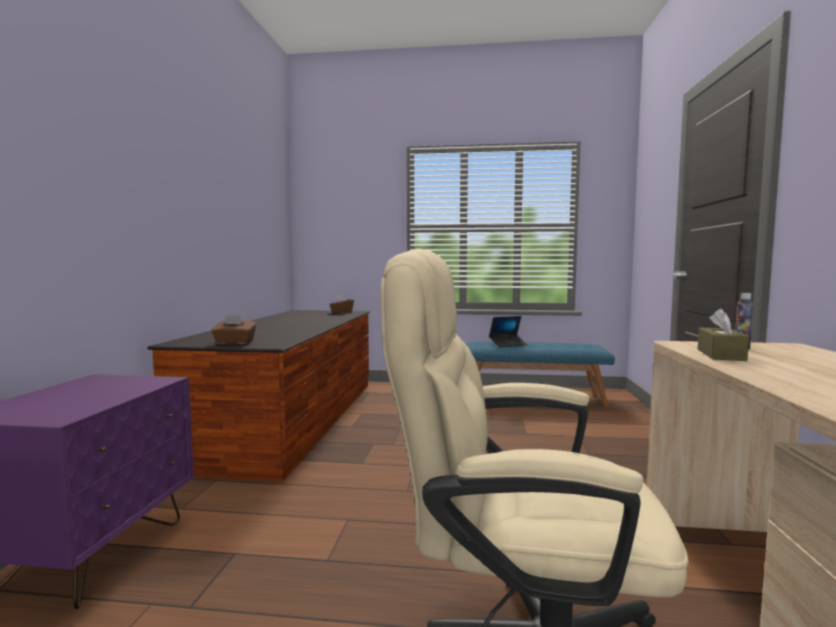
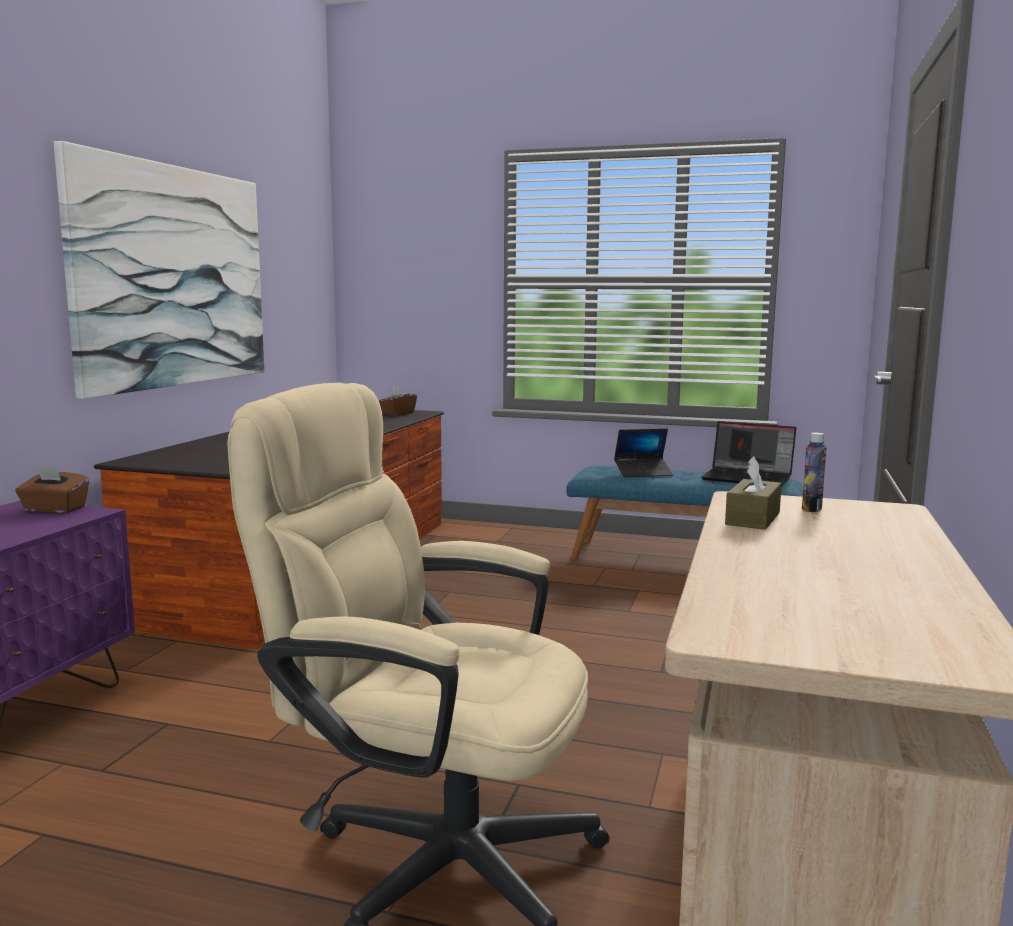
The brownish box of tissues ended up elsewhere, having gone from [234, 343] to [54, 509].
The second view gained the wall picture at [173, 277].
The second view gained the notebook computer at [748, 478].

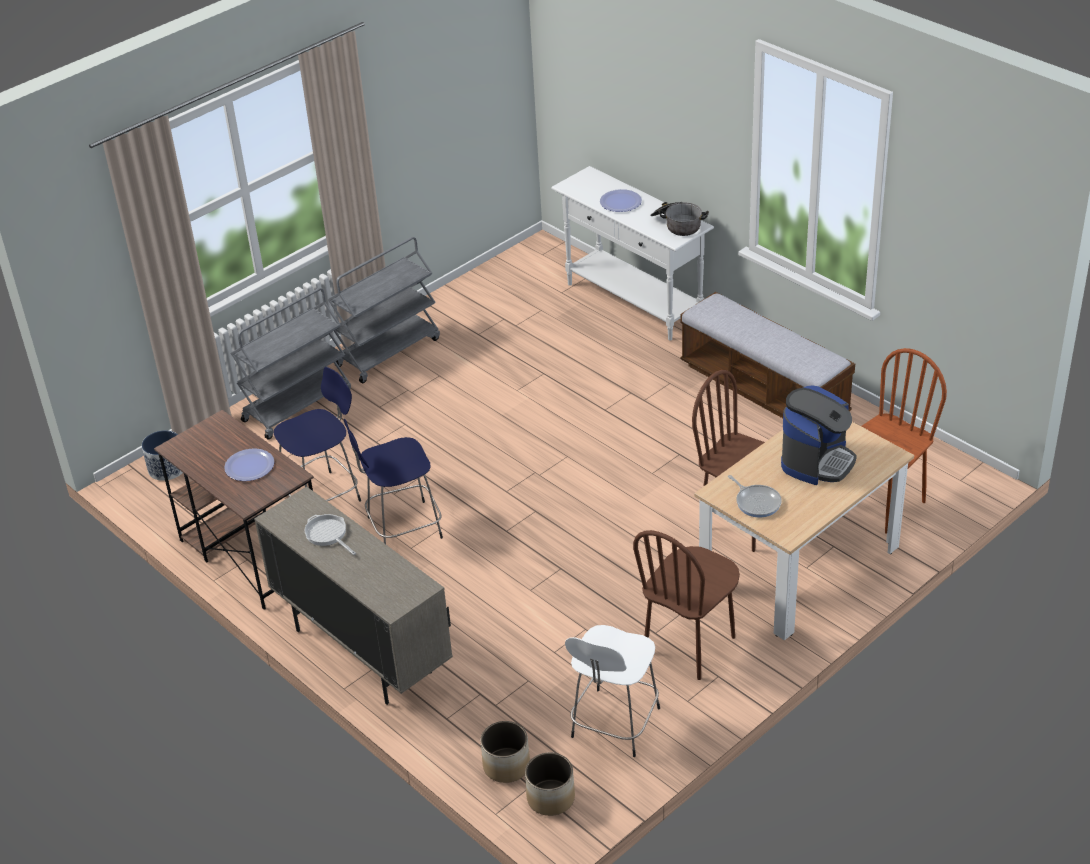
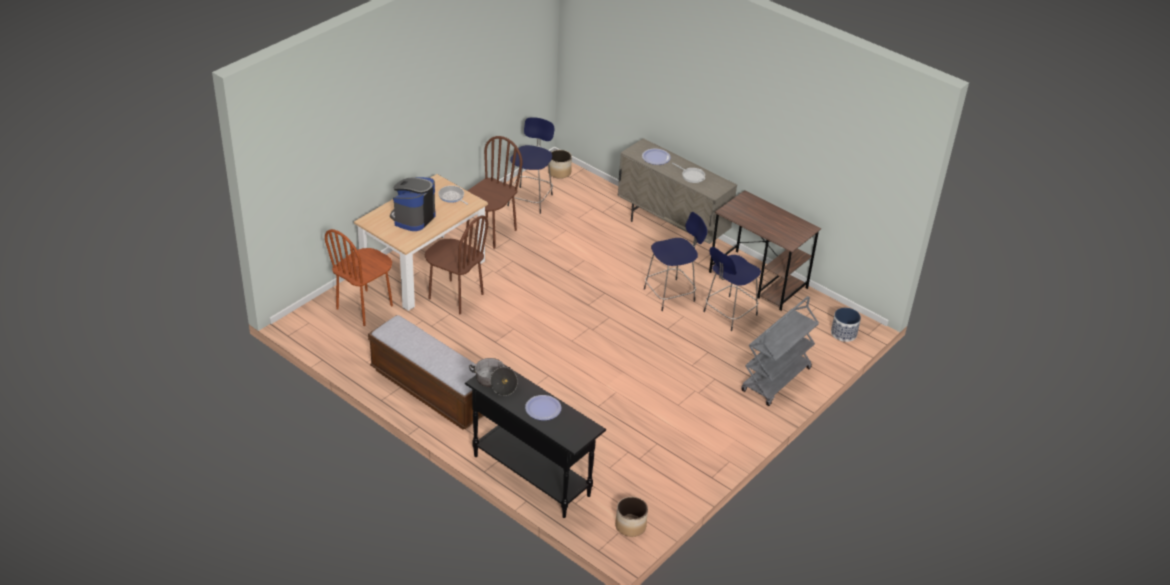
The flat dish ended up elsewhere, having gone from [249, 466] to [656, 157].
The second view lost the greyish cart at [388, 351].
The plant pot ended up elsewhere, having gone from [506, 766] to [630, 525].
What was the white-coloured console table at [633, 302] turned into the black console table at [531, 475].
What was the white-coloured stool seat at [614, 725] turned into the blue stool seat at [530, 199].

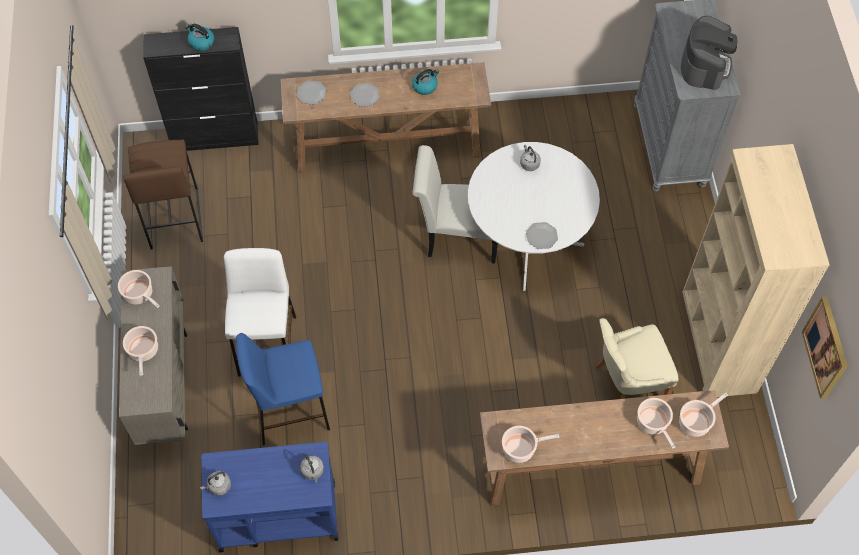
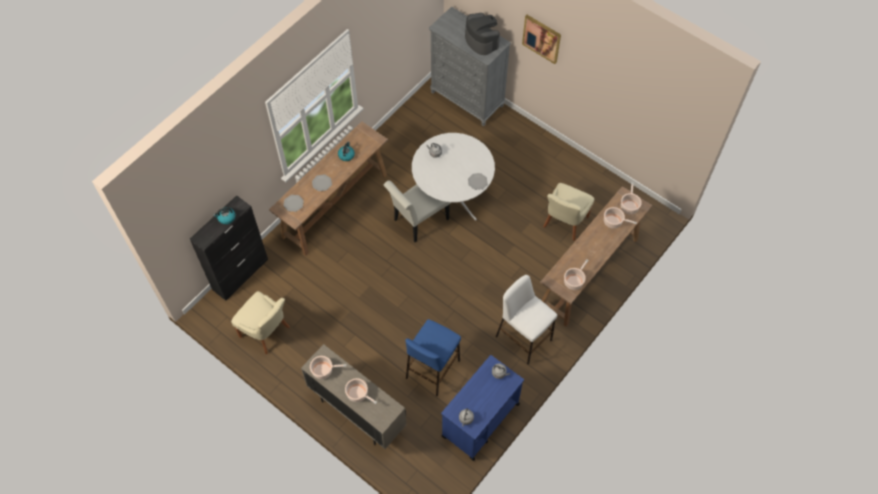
Where the brownish stool seat stood at [173, 218], the sand-coloured upright chair came to stand at [266, 332].
The white-coloured stool seat ended up elsewhere, having gone from [267, 345] to [523, 338].
The second view lost the sand-coloured shelving unit at [717, 342].
The wall picture ended up elsewhere, having gone from [826, 348] to [542, 38].

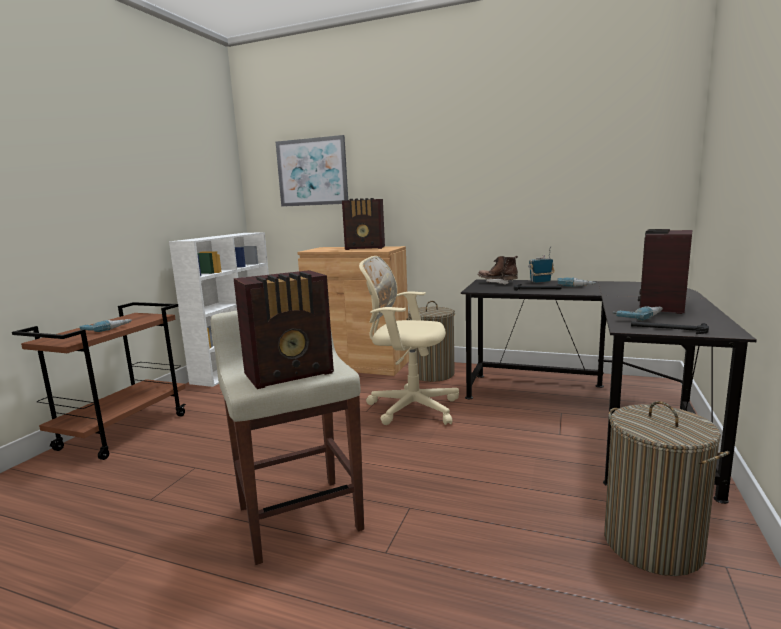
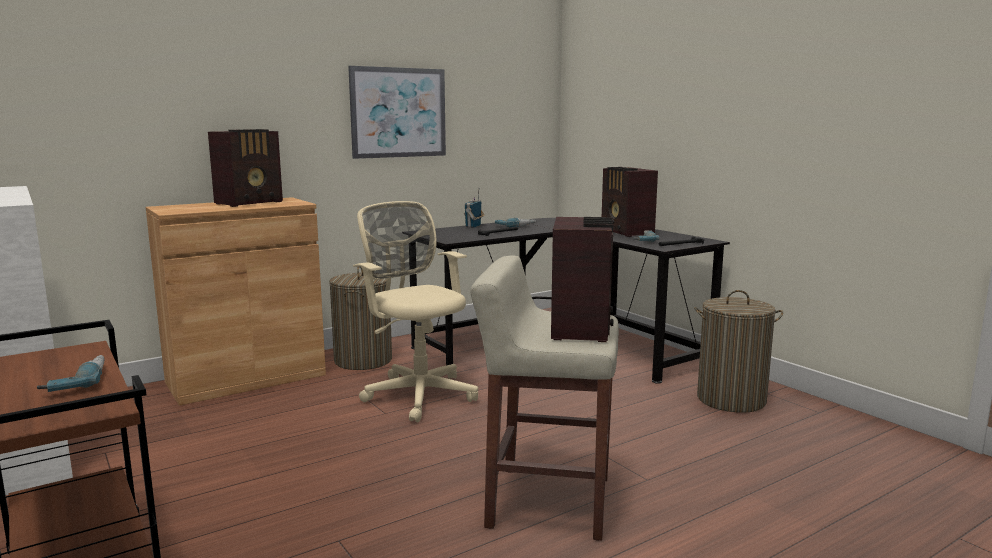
The wall picture ended up elsewhere, having gone from [312, 172] to [398, 112].
The sand-coloured computer chair at [409, 407] ended up facing another way, 90 degrees clockwise from before.
The second view lost the brownish tall boot at [497, 282].

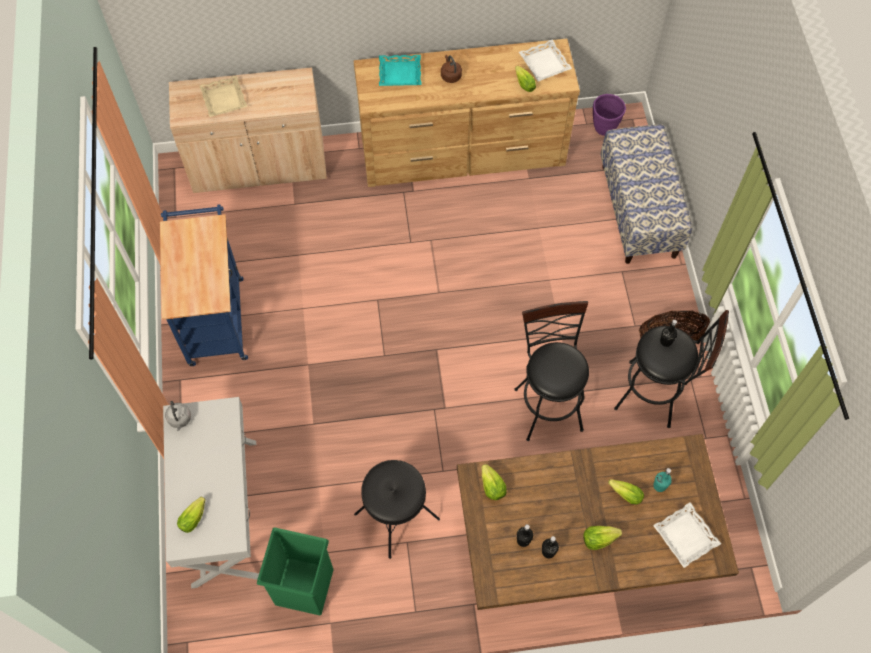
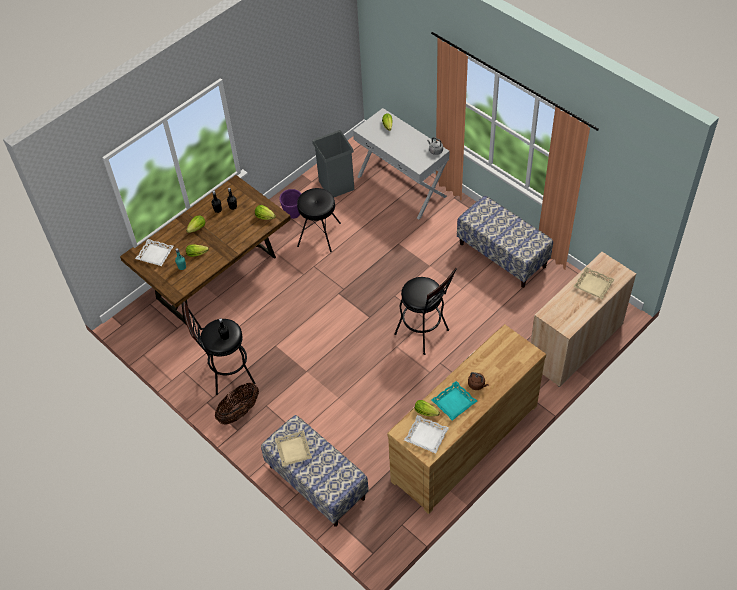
Where the blue cart stood at [215, 315], the bench came to stand at [502, 255].
What was the green-coloured waste bin at [303, 586] turned into the greyish waste bin at [336, 185].
The blue-green tray ended up elsewhere, having gone from [400, 74] to [453, 402].
The black stool seat ended up elsewhere, having gone from [546, 403] to [425, 334].
The purple-coloured plant pot ended up elsewhere, having gone from [604, 128] to [293, 214].
The second view gained the sand-coloured tray at [293, 450].

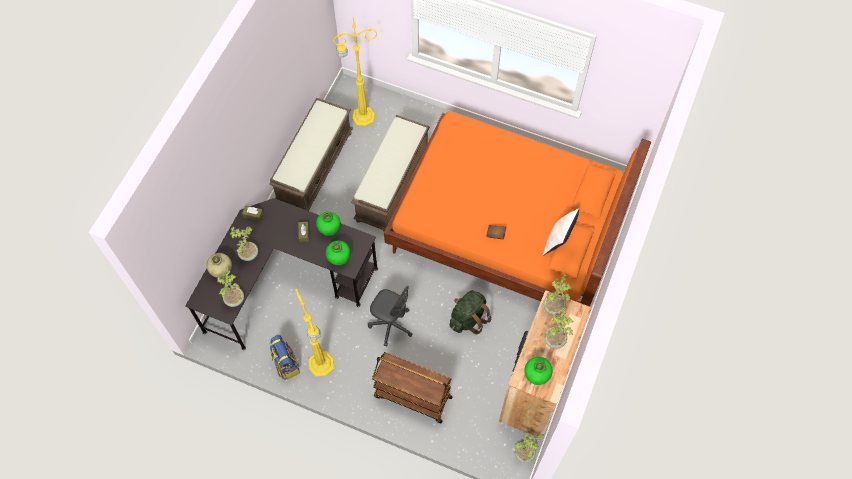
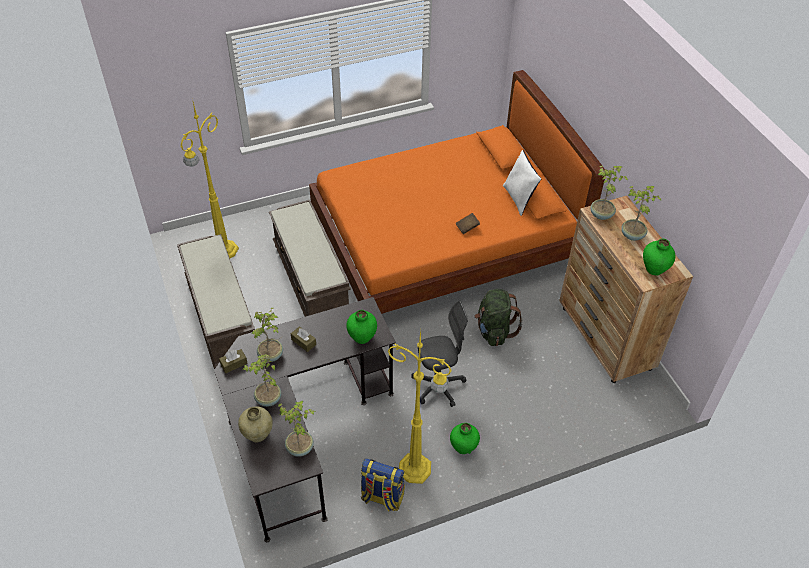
The green-coloured flower vase ended up elsewhere, having gone from [329, 230] to [463, 447].
The second view lost the brownish cart at [412, 397].
The houseplant ended up elsewhere, having gone from [525, 454] to [271, 355].

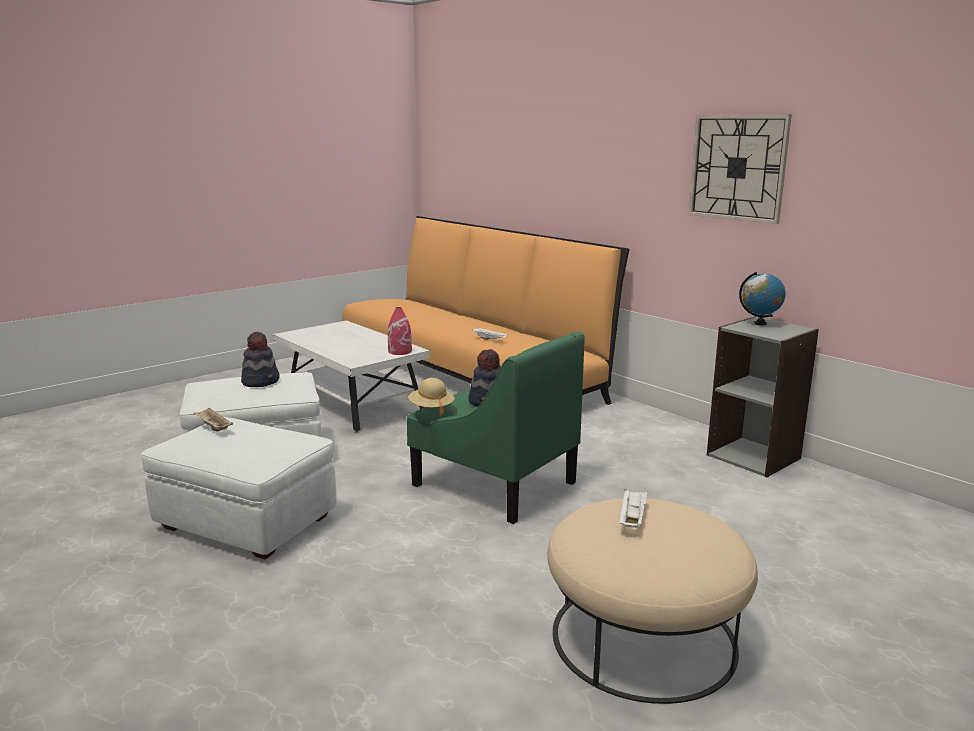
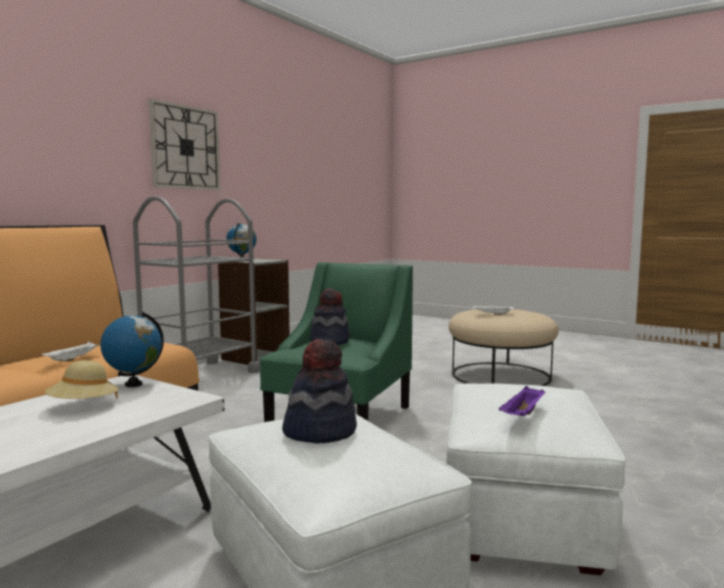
What was the sand-coloured tray at [213, 427] turned into the purple-coloured tray at [523, 415].
Where the reddish flower vase stood at [400, 351], the desk globe came to stand at [133, 384].
The sand-coloured clothing hat ended up elsewhere, having gone from [431, 408] to [83, 406].
The second view gained the greyish cart at [200, 377].

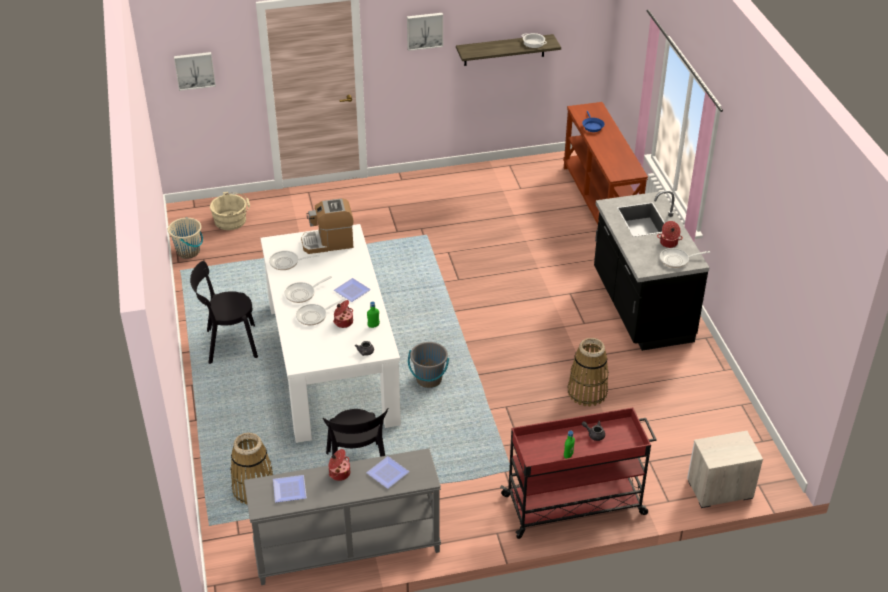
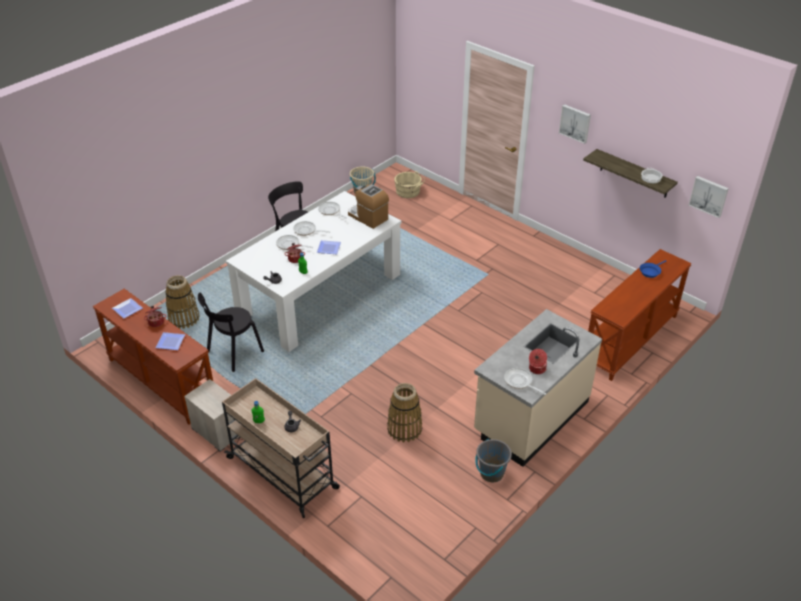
The wall picture ended up elsewhere, having gone from [194, 70] to [709, 196].
What was the greyish console table at [347, 550] turned into the brownish console table at [161, 382].
The greyish water bucket ended up elsewhere, having gone from [429, 379] to [491, 473].
What was the reddish cart at [575, 504] turned into the sand-coloured cart at [283, 473].
What was the black kitchen base unit at [640, 307] turned into the sand-coloured kitchen base unit at [530, 417].
The night table ended up elsewhere, having gone from [718, 489] to [217, 430].

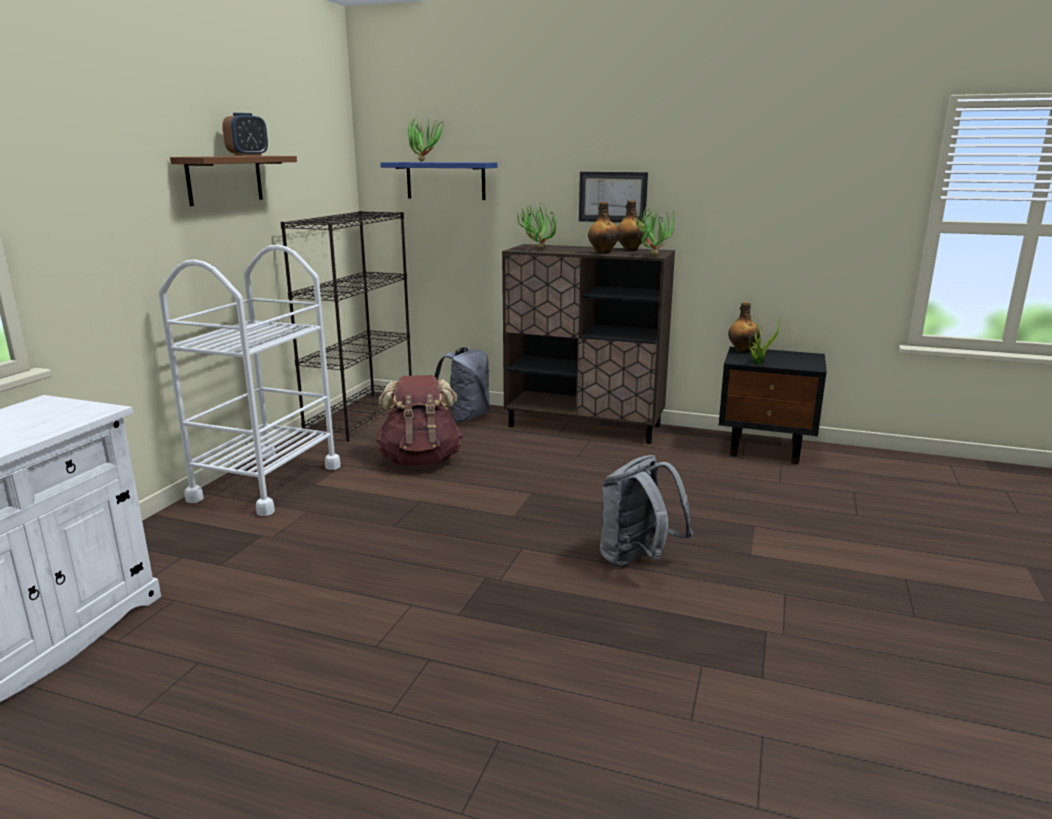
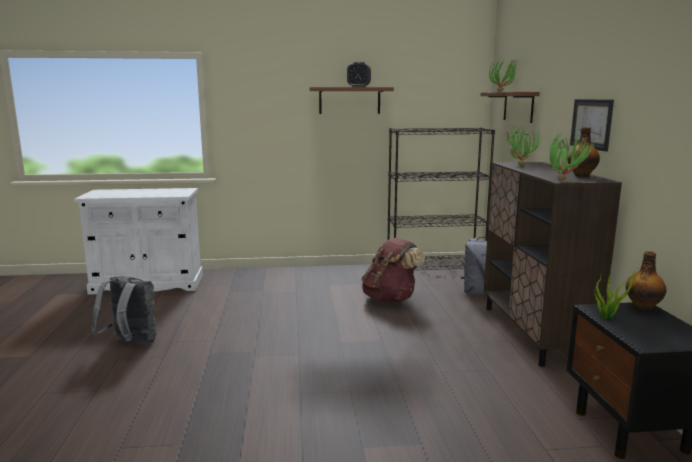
The second view lost the white-coloured cart at [267, 483].
What was the blue wall shelf at [445, 180] turned into the brownish wall shelf at [518, 106].
The second view lost the drink bottle at [603, 252].
The greyish knapsack ended up elsewhere, having gone from [637, 560] to [131, 344].

